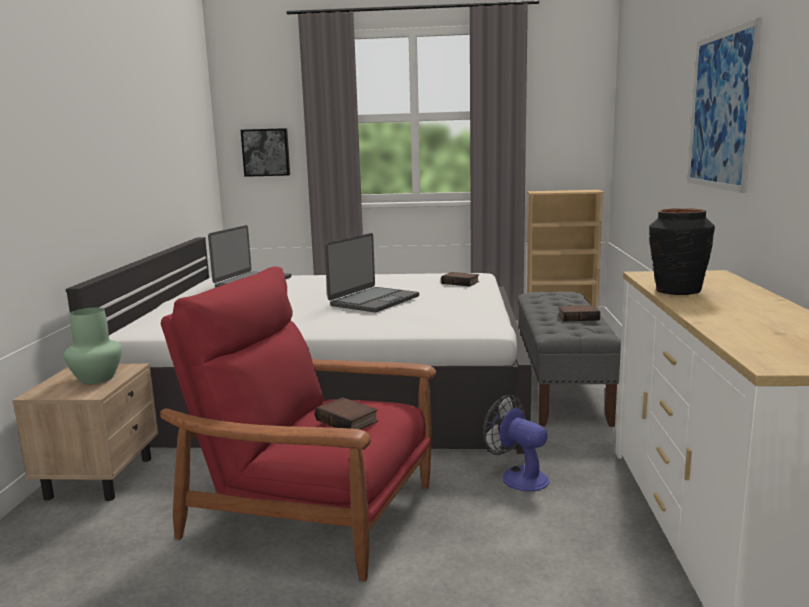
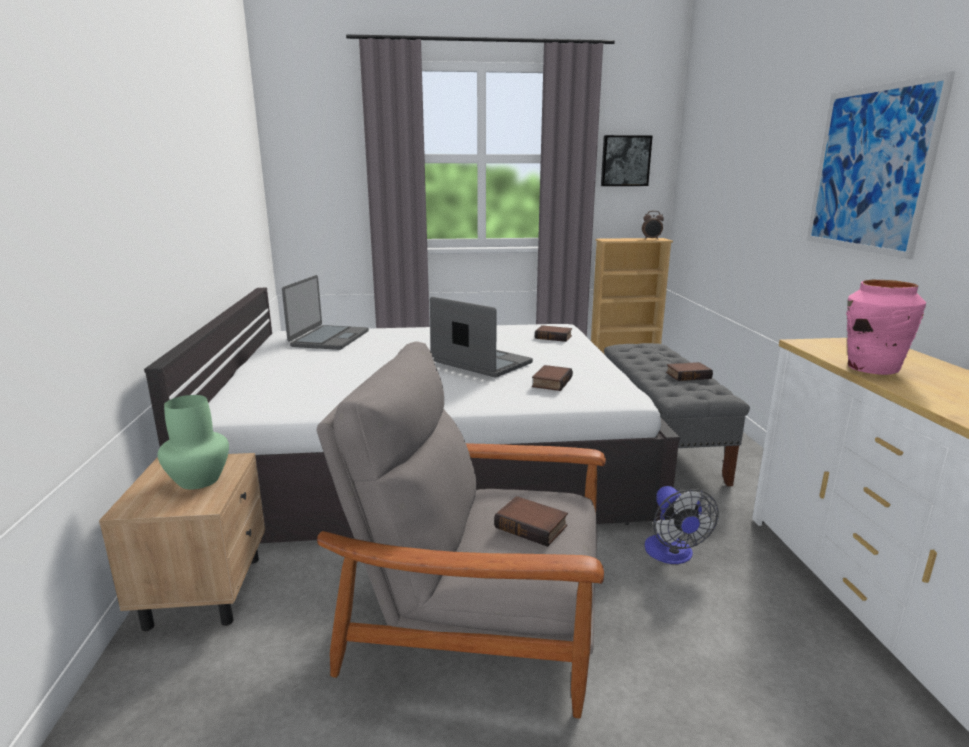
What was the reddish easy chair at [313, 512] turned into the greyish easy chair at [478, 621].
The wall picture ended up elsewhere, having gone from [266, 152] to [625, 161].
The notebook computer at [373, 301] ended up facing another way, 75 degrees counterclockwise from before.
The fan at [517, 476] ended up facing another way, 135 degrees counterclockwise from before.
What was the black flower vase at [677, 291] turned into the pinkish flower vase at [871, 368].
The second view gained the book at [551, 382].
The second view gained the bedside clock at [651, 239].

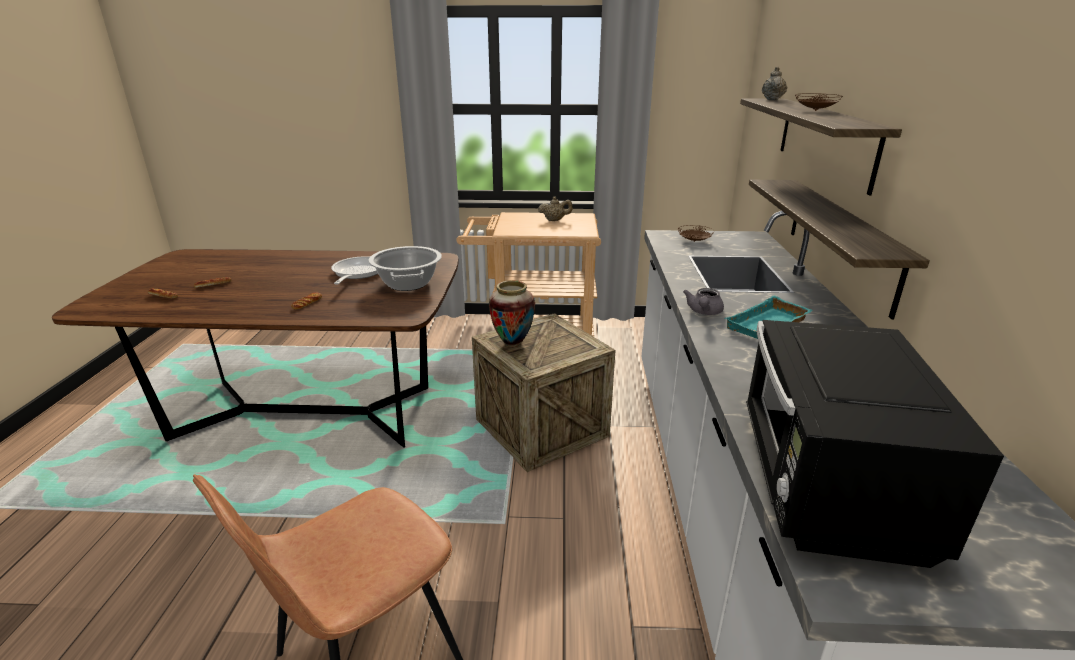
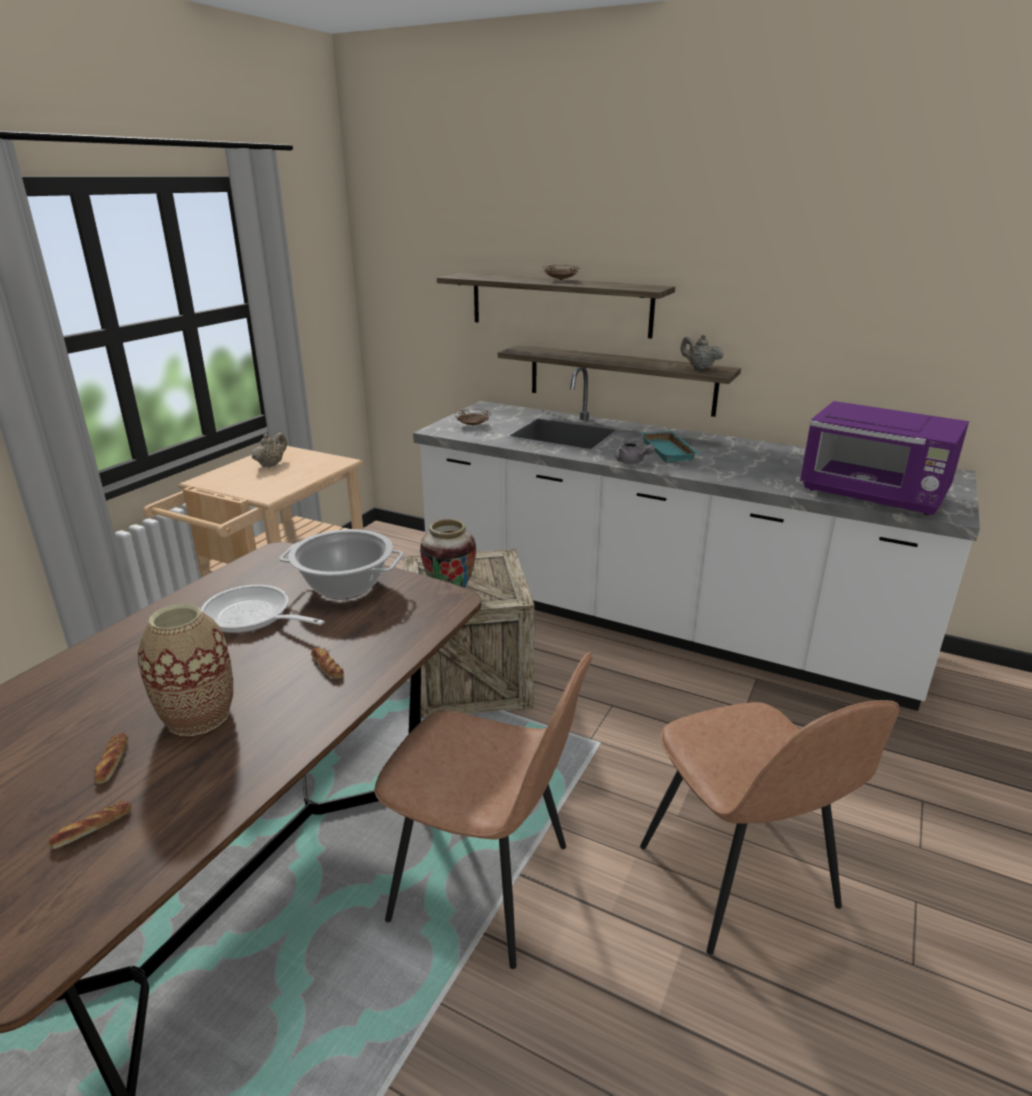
What was the black microwave oven at [826, 486] turned into the purple-coloured microwave oven at [874, 495].
The sand-coloured teapot ended up elsewhere, having gone from [772, 99] to [699, 368].
The second view gained the flower vase at [198, 716].
The second view gained the brownish upright chair at [485, 884].

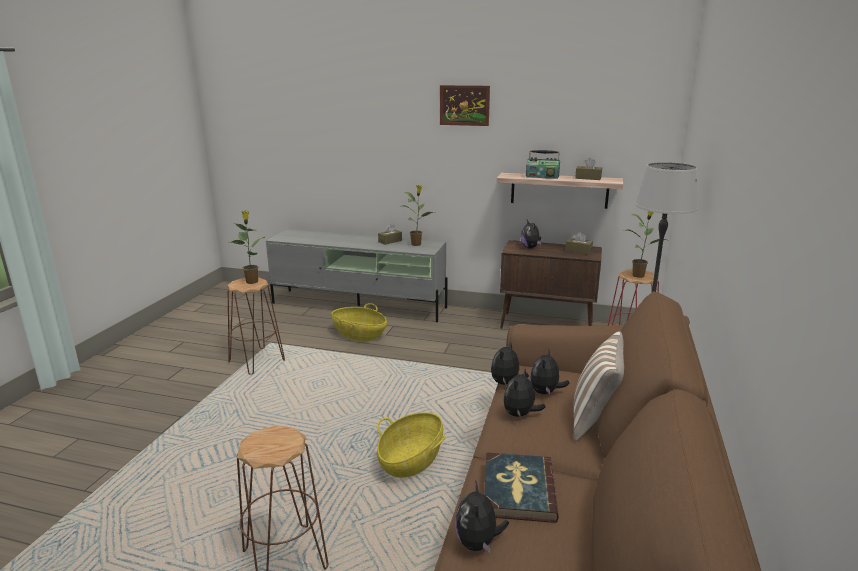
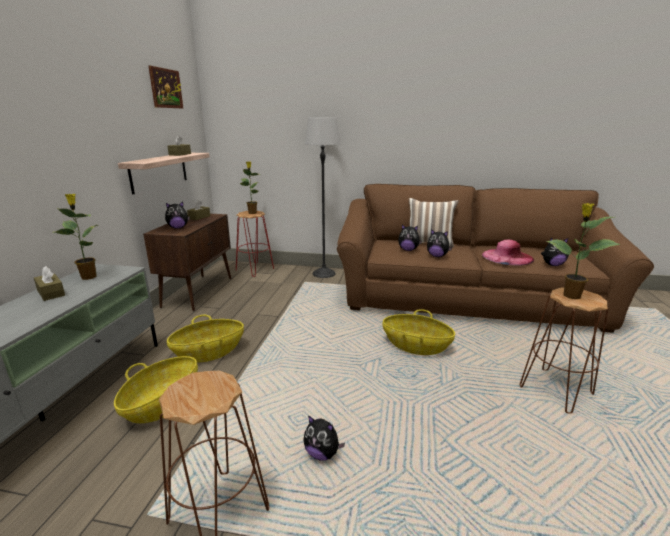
The houseplant ended up elsewhere, having gone from [252, 281] to [570, 296].
The wall picture ended up elsewhere, having gone from [464, 105] to [166, 88].
Where the book stood at [518, 490], the pinkish clothing hat came to stand at [507, 257].
The plush toy ended up elsewhere, having gone from [506, 383] to [322, 453].
The second view lost the radio set at [542, 177].
The second view gained the household basket at [209, 352].

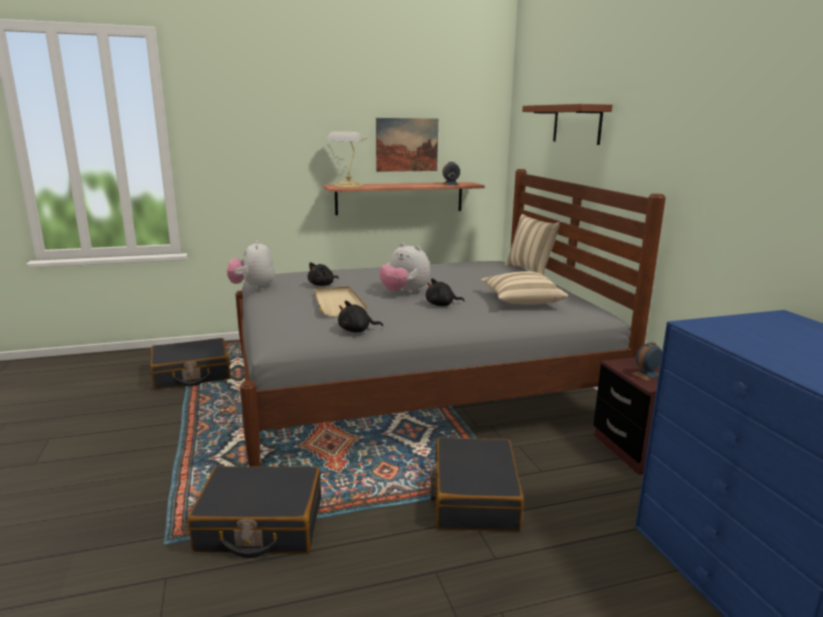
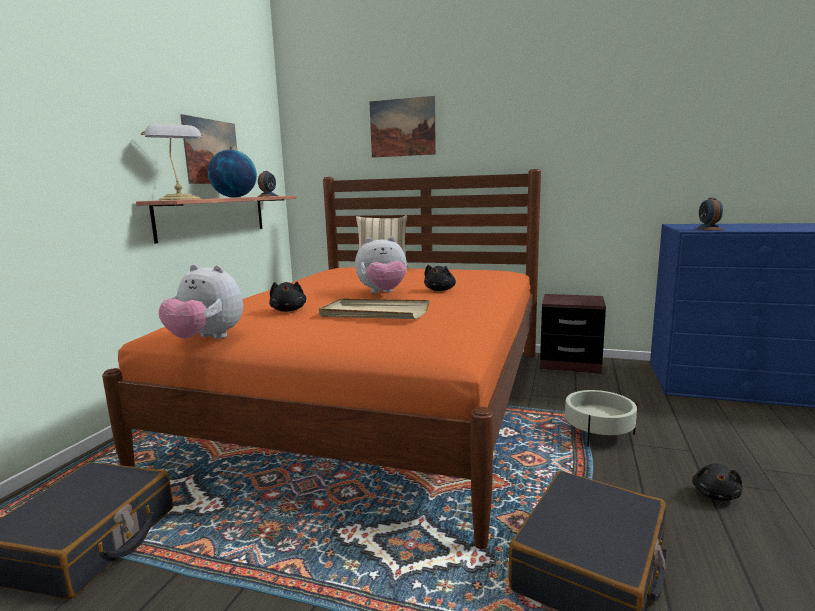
What was the greyish bed at [415, 387] turned into the orange-coloured bed at [380, 402].
The black plush toy ended up elsewhere, having gone from [357, 330] to [715, 494].
Where the black piece of luggage stood at [474, 497], the sand-coloured plant pot came to stand at [598, 433].
The second view lost the sand-coloured throw pillow at [521, 301].
Where the brownish wall shelf hung at [577, 124], the wall picture came to hang at [402, 127].
The bedside clock ended up elsewhere, having gone from [646, 374] to [708, 229].
The second view gained the desk globe at [234, 197].

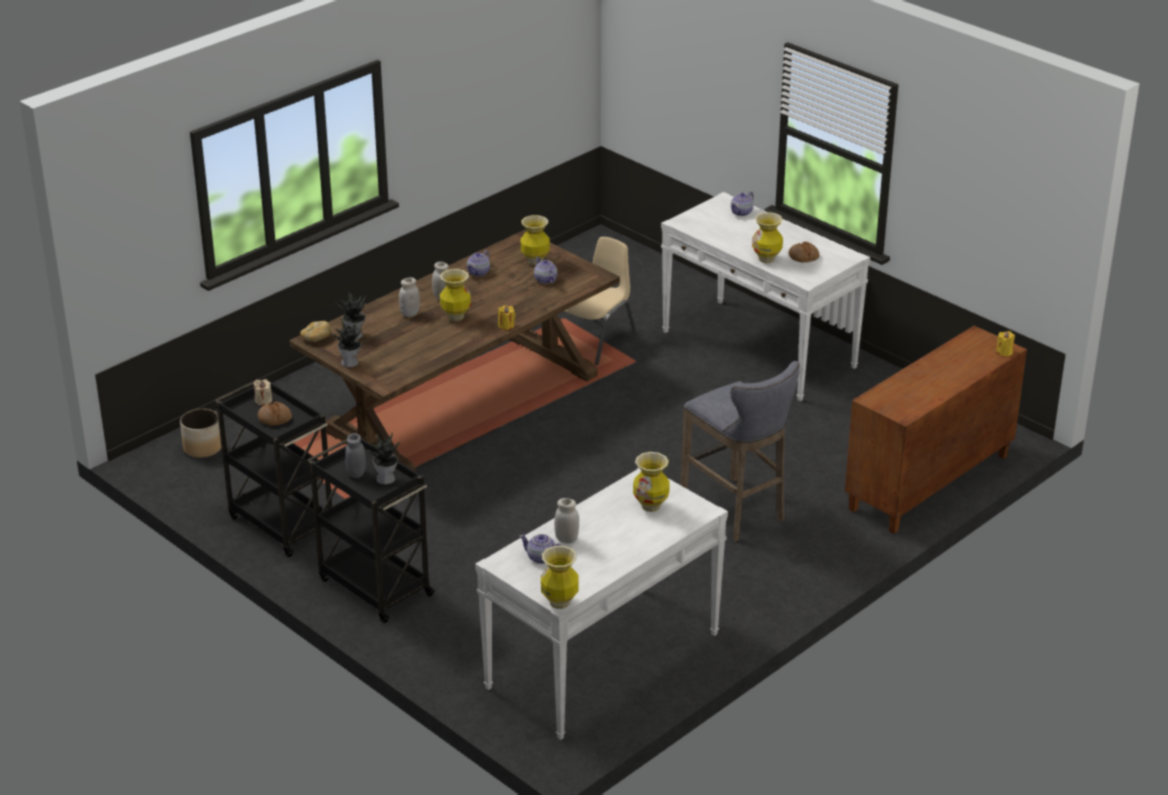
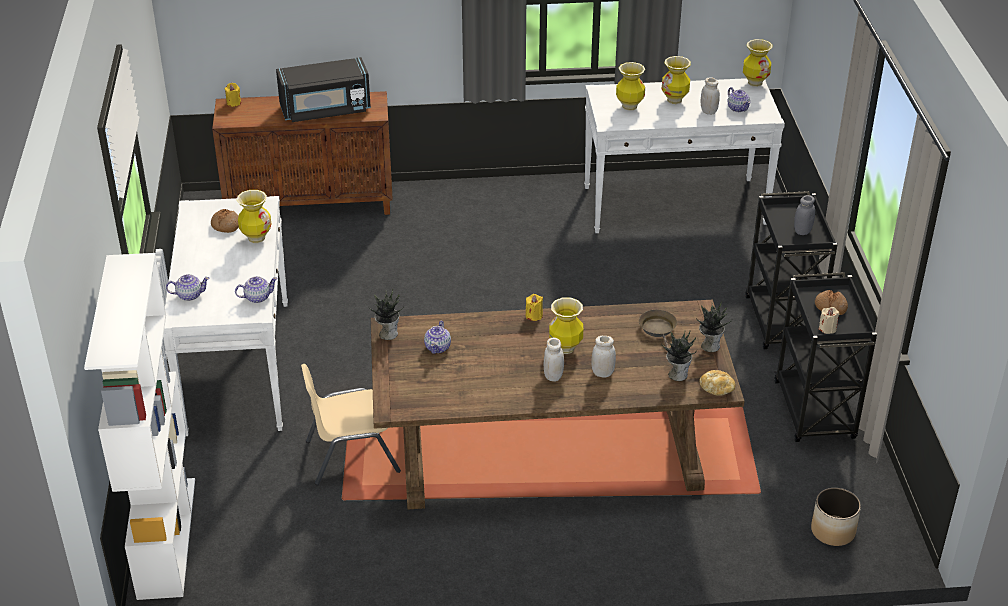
The houseplant ended up elsewhere, having gone from [386, 479] to [388, 333].
The teapot ended up elsewhere, having gone from [479, 272] to [257, 297].
The flower vase ended up elsewhere, having gone from [535, 261] to [674, 100].
The second view lost the greyish stool seat at [736, 512].
The second view gained the white-coloured shelving unit at [166, 536].
The second view gained the black microwave oven at [325, 110].
The second view gained the brownish skillet at [658, 330].

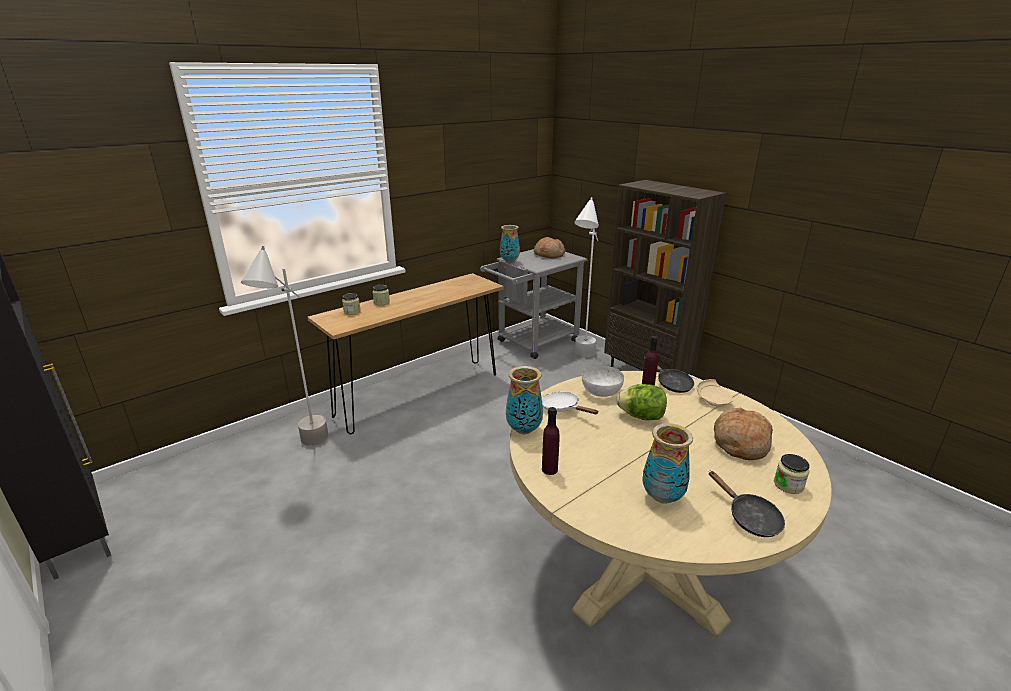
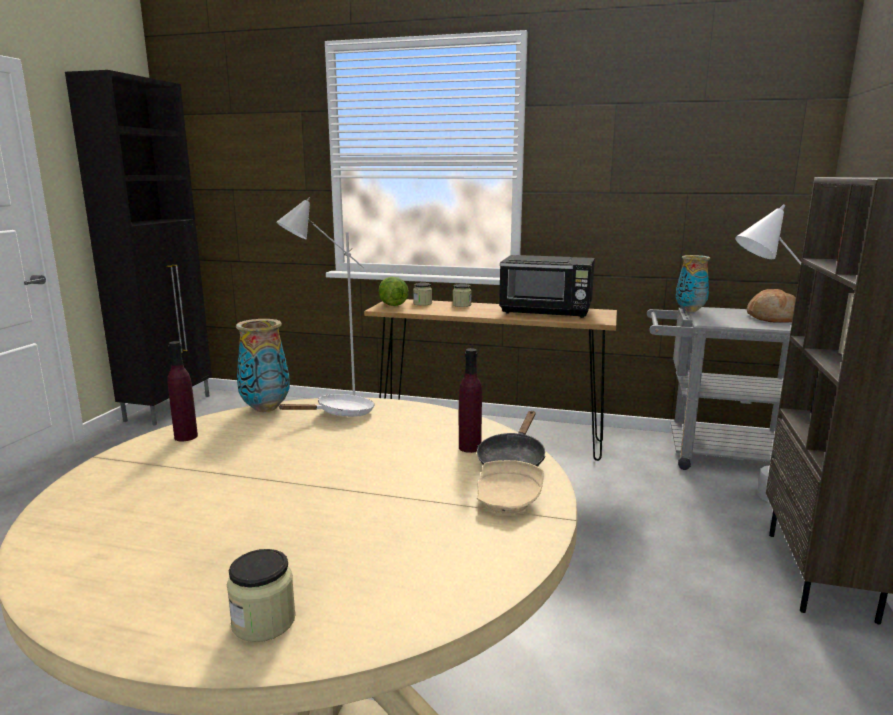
The white-coloured skillet at [563, 408] ended up facing another way, 45 degrees clockwise from before.
The second view lost the white-coloured bowl at [602, 391].
The lettuce ended up elsewhere, having gone from [641, 417] to [392, 305].
The second view lost the flower vase at [662, 497].
The second view lost the black skillet at [749, 518].
The second view lost the bakery bread at [740, 443].
The second view gained the black microwave oven at [547, 312].

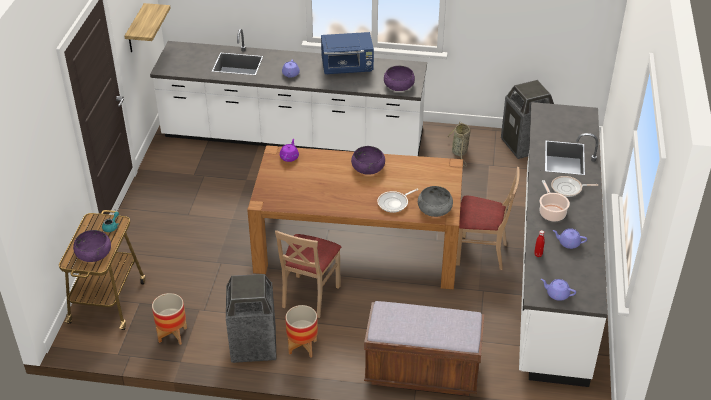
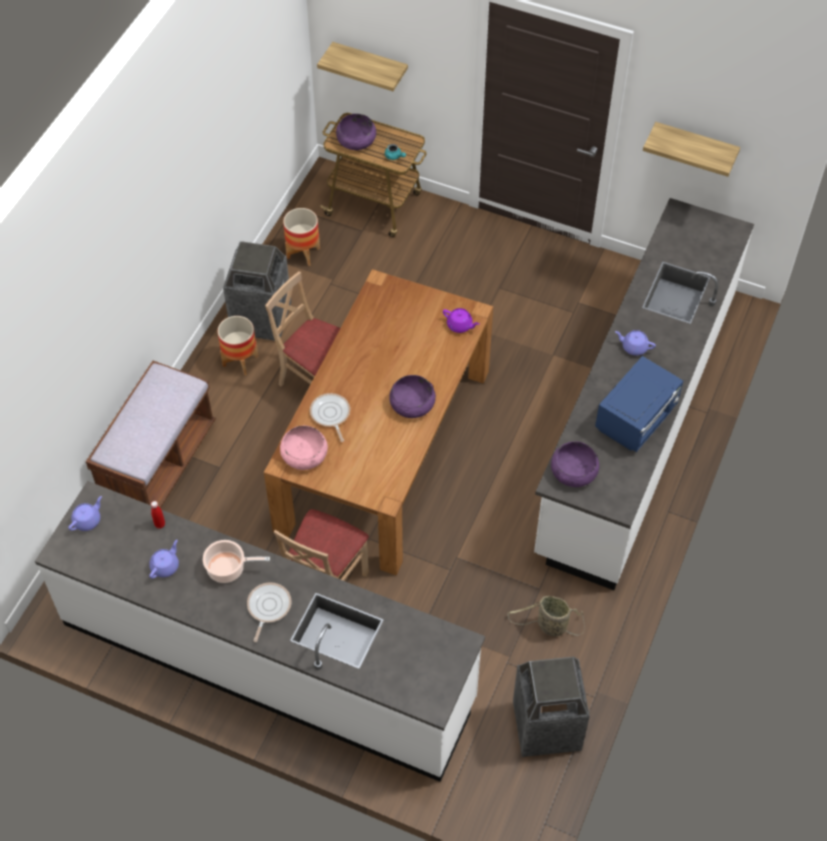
The blue microwave oven at [348, 67] ended up facing another way, 150 degrees counterclockwise from before.
What was the greyish bowl at [434, 208] turned into the pinkish bowl at [304, 454].
The second view gained the wall shelf at [370, 65].

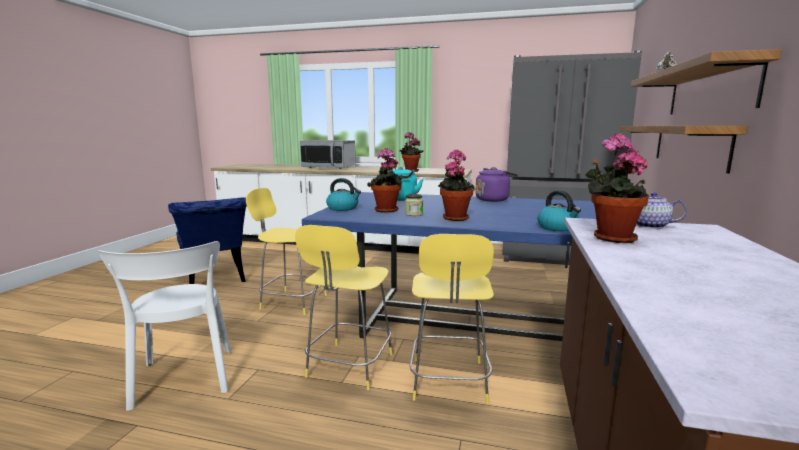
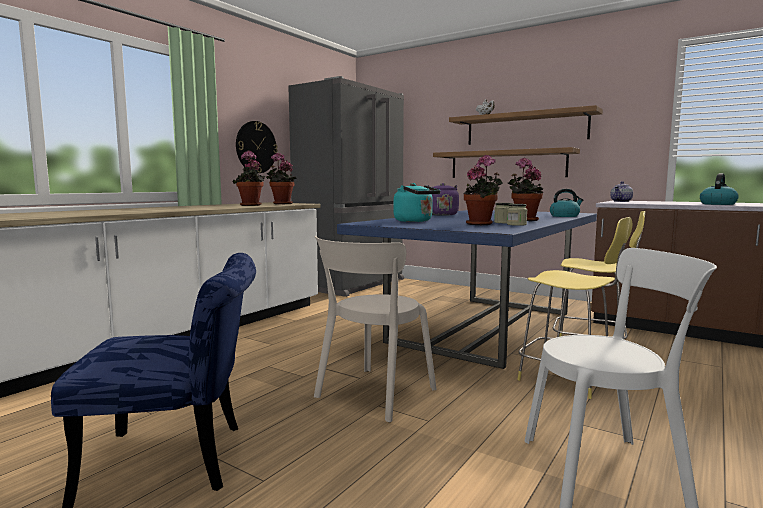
Where the yellow stool seat stood at [292, 301], the sand-coloured upright chair came to stand at [372, 395].
The second view lost the microwave oven at [329, 167].
The kettle ended up elsewhere, having gone from [343, 208] to [717, 204].
The houseplant ended up elsewhere, having gone from [610, 238] to [281, 204].
The second view gained the hanging clock at [256, 147].
The second view gained the preserve jar at [516, 224].

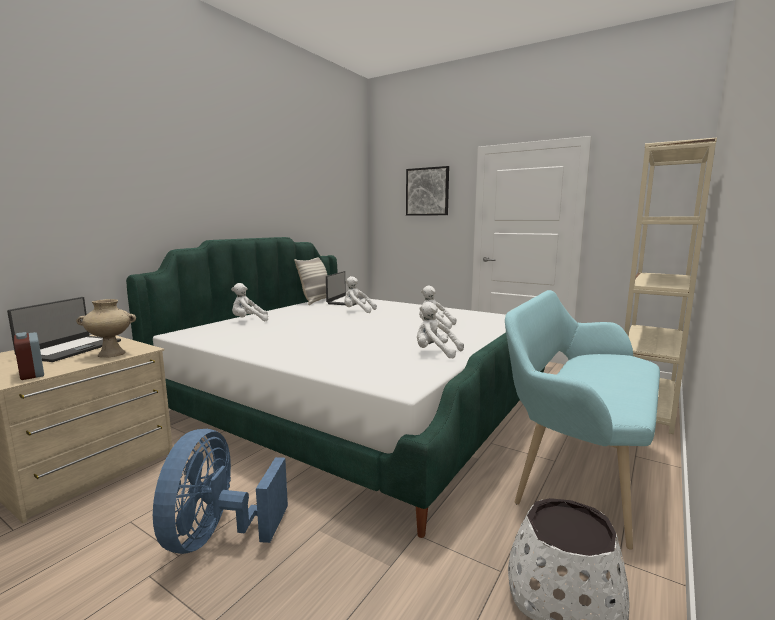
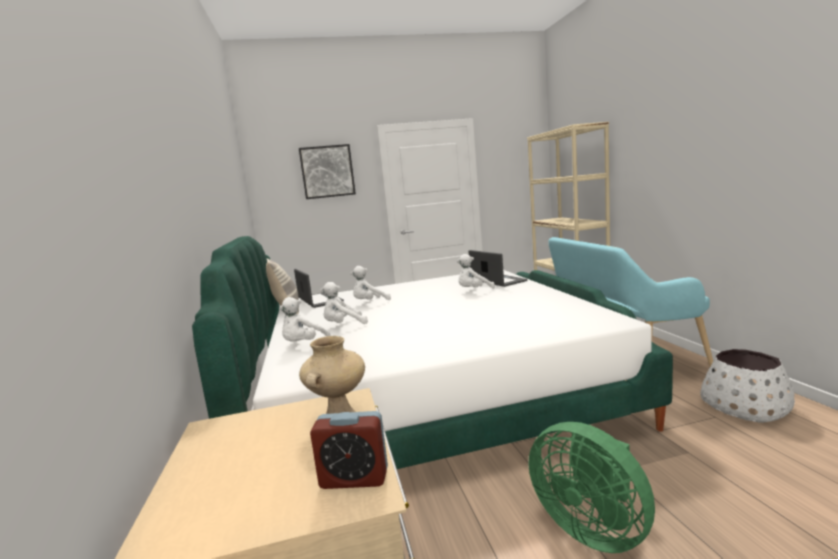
The notebook computer ended up elsewhere, having gone from [70, 349] to [497, 281].
What was the blue fan at [217, 536] turned into the green-coloured fan at [591, 527].
The white-coloured plush toy ended up elsewhere, having gone from [435, 352] to [343, 325].

